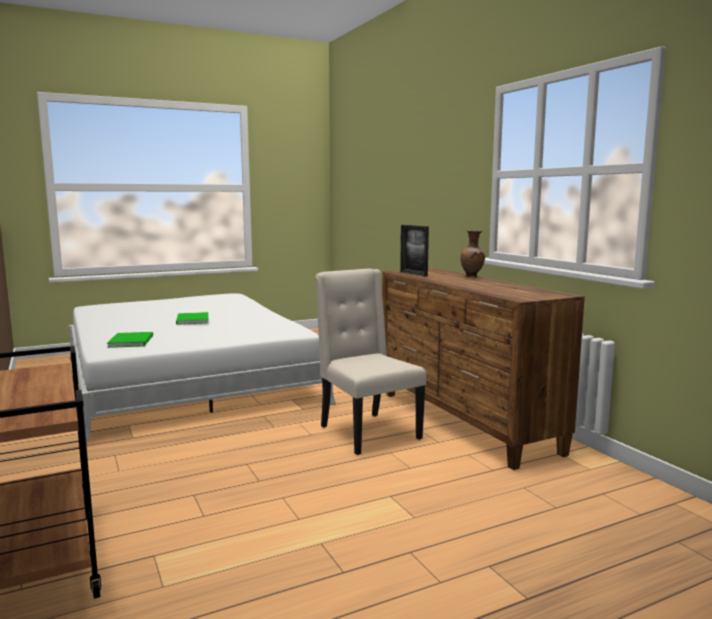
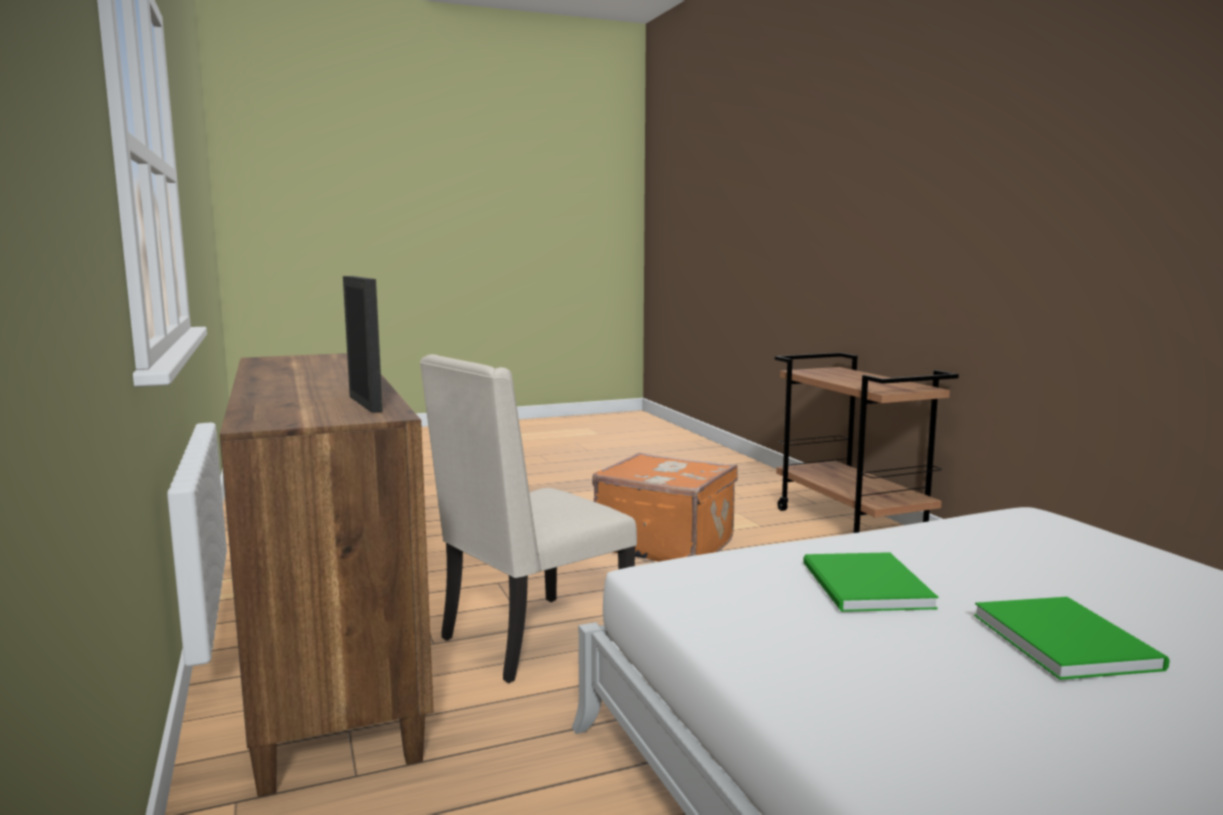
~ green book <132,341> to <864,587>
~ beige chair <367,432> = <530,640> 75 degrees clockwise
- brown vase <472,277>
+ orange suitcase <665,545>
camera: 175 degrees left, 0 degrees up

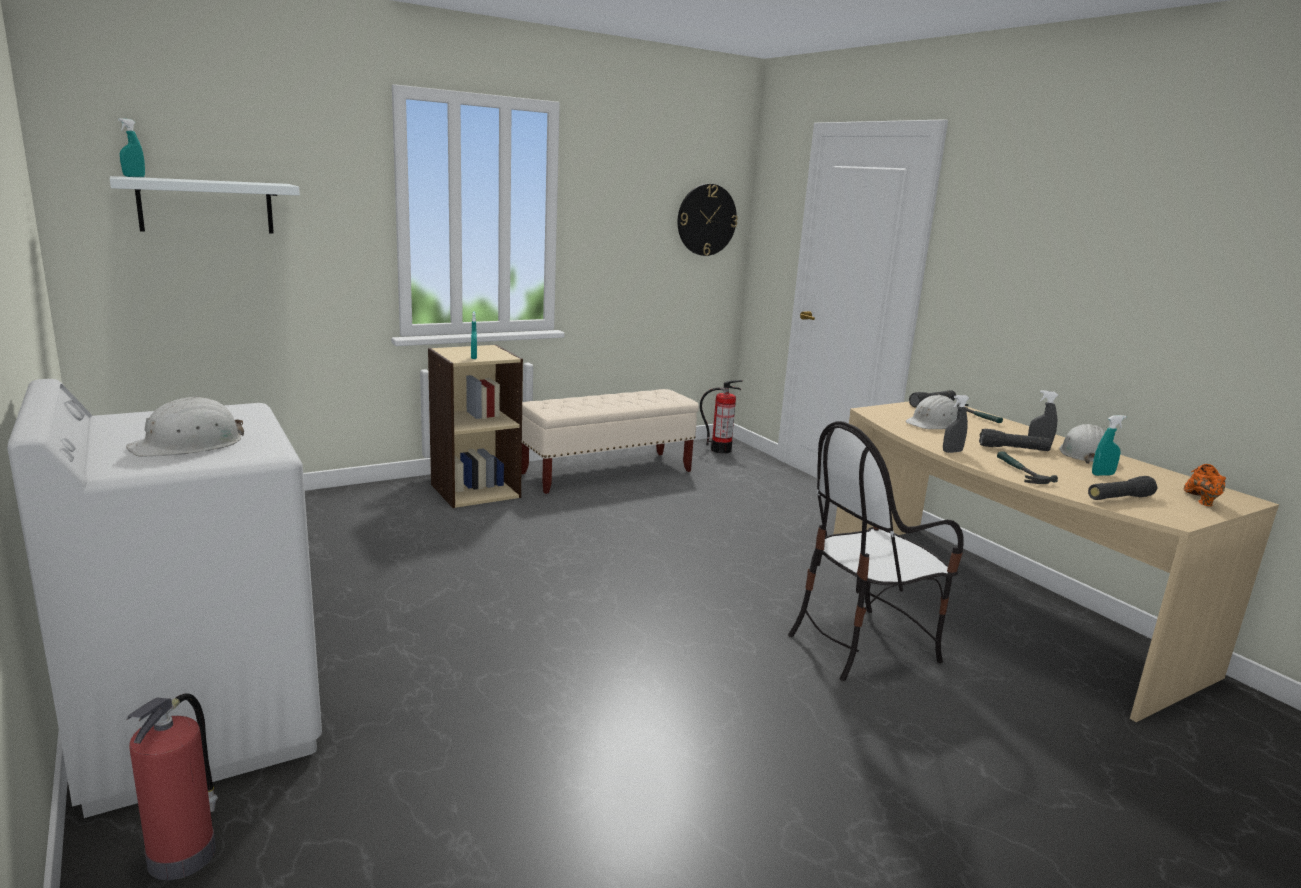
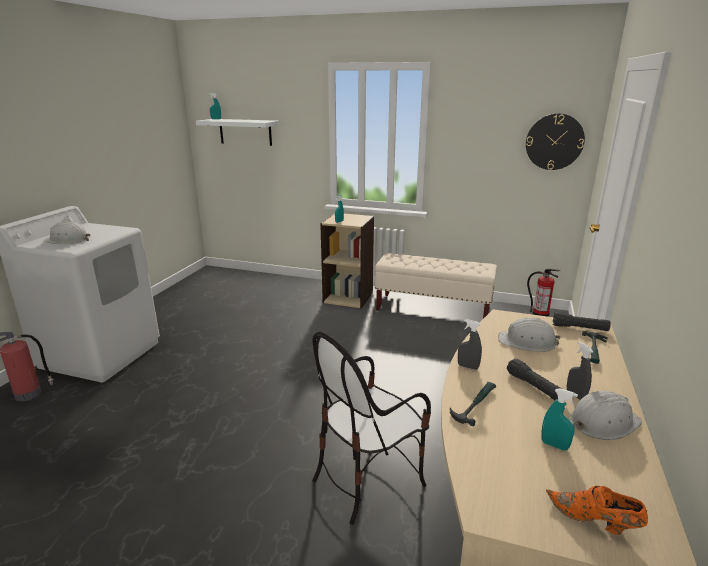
~ chair <862,645> = <367,479> 60 degrees counterclockwise
- black flashlight <1119,498>
~ orange shoe <1200,499> = <594,521> 120 degrees counterclockwise
camera: 50 degrees right, 5 degrees up

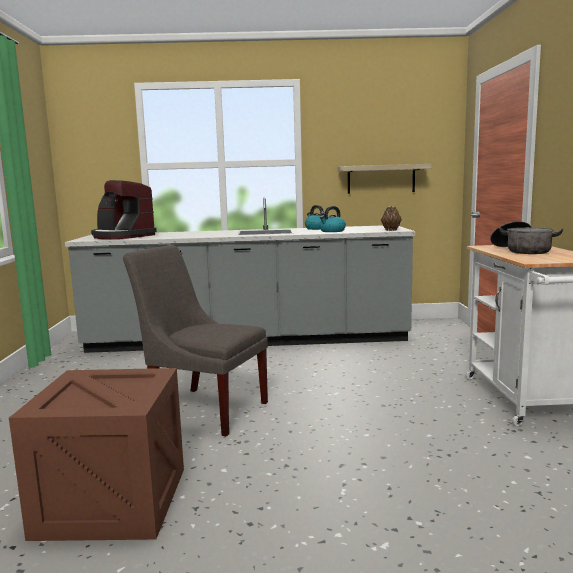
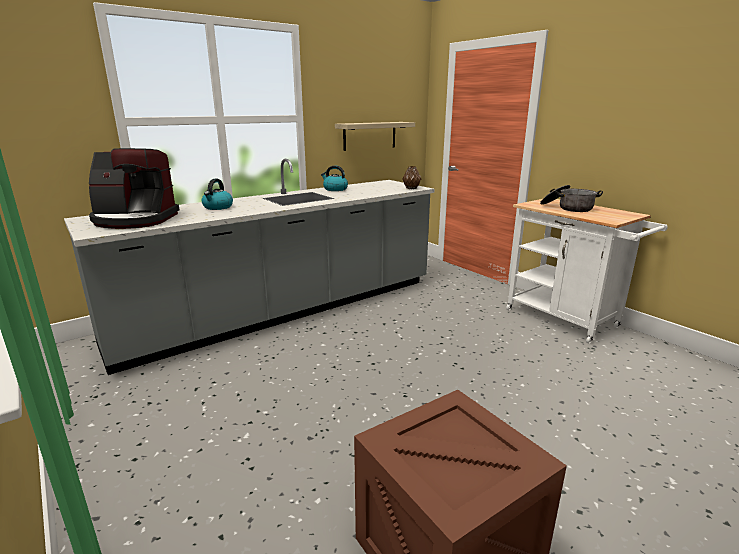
- grey chair <203,409>
~ kettle <332,231> to <218,207>
camera: 35 degrees left, 10 degrees up

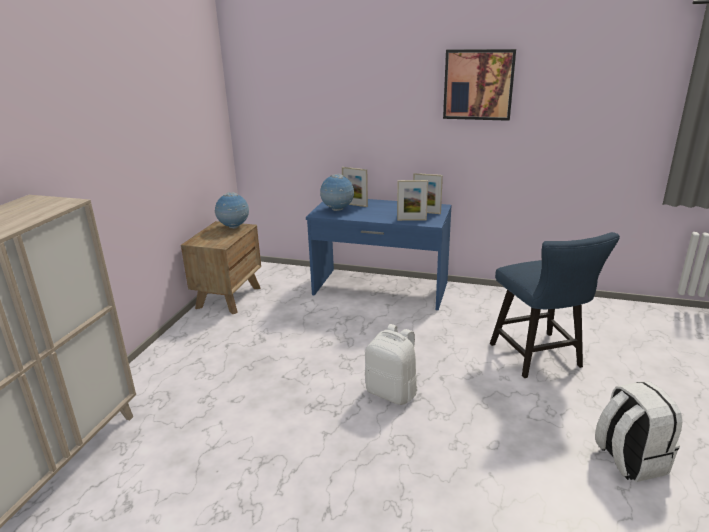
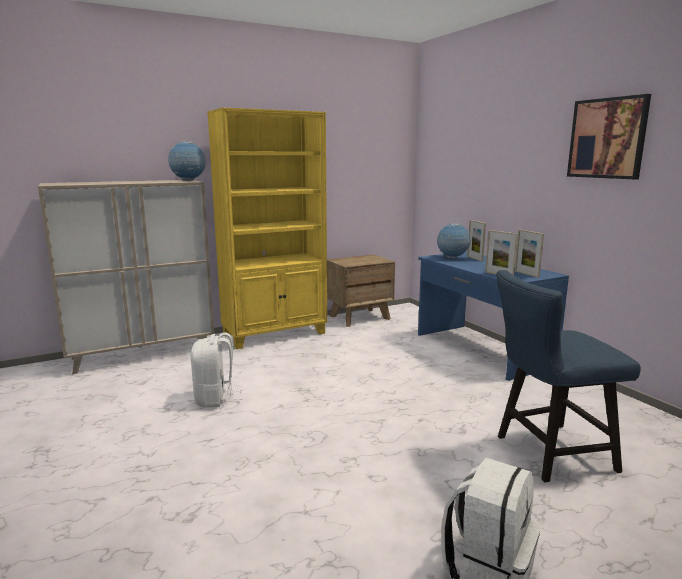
~ globe <234,227> to <188,181>
~ white backpack <392,392> to <215,398>
~ blue chair <539,358> = <547,453> 45 degrees clockwise
+ yellow bookcase <275,334>
camera: 45 degrees right, 10 degrees down

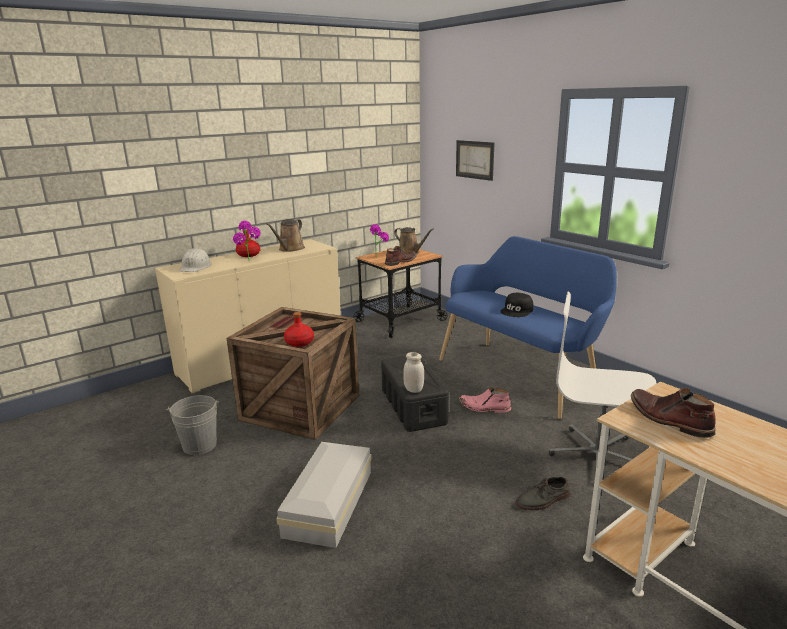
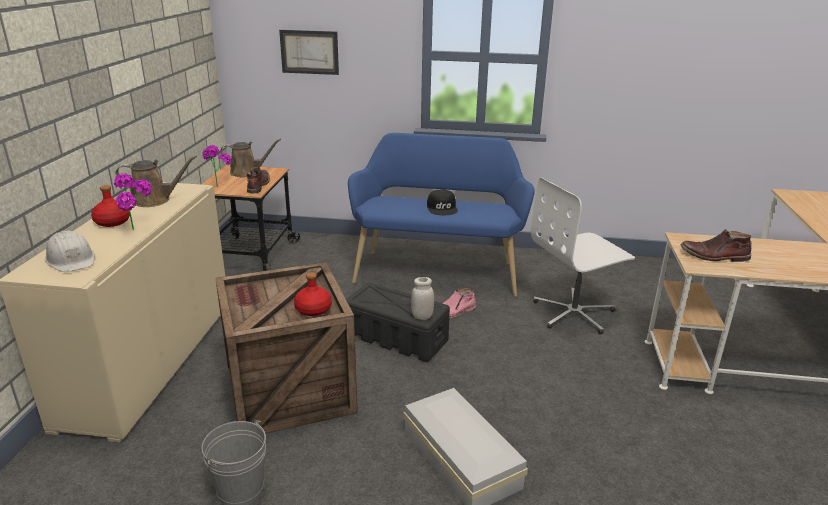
~ brown watering can <290,249> = <154,200> 75 degrees counterclockwise
- grey shoe <543,500>
camera: 45 degrees left, 5 degrees up

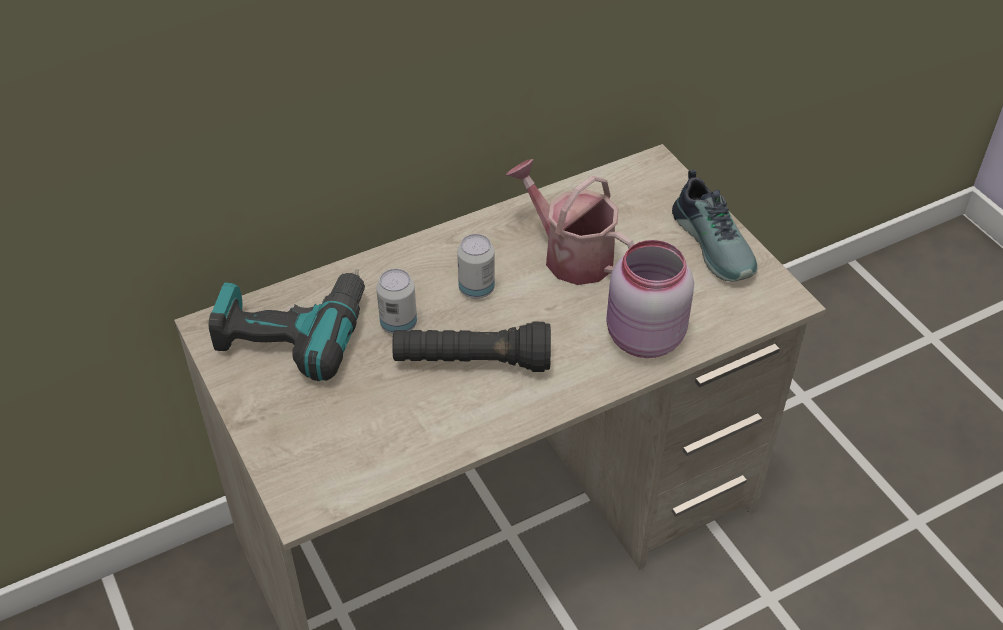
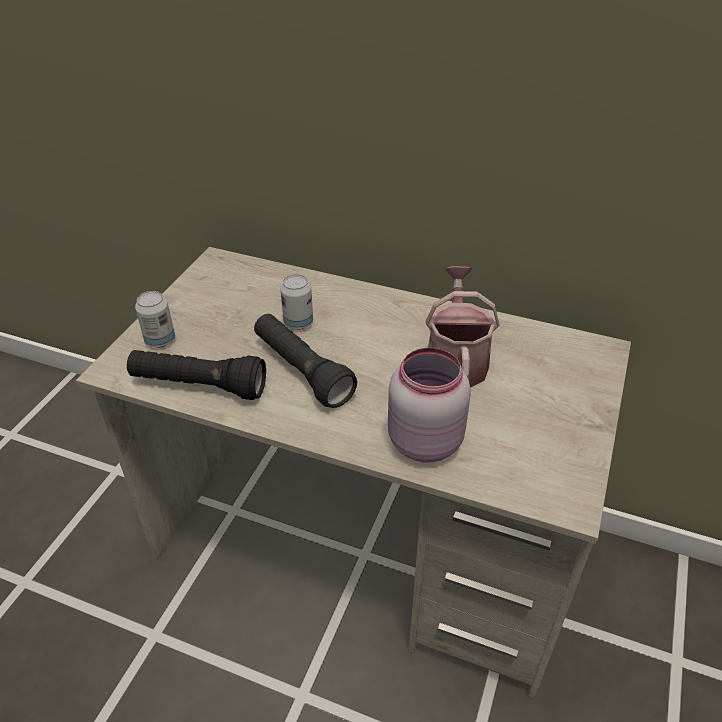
- power drill <292,331>
~ can <476,289> to <160,340>
- shoe <715,243>
+ black flashlight <198,386>
camera: 50 degrees right, 5 degrees down

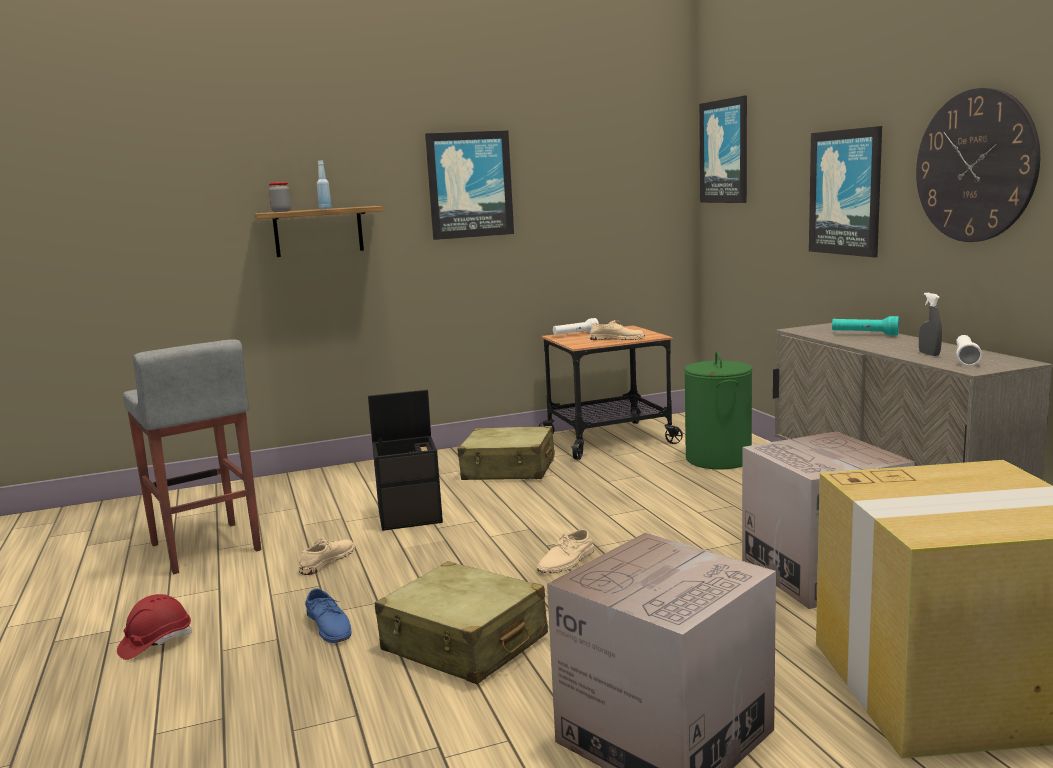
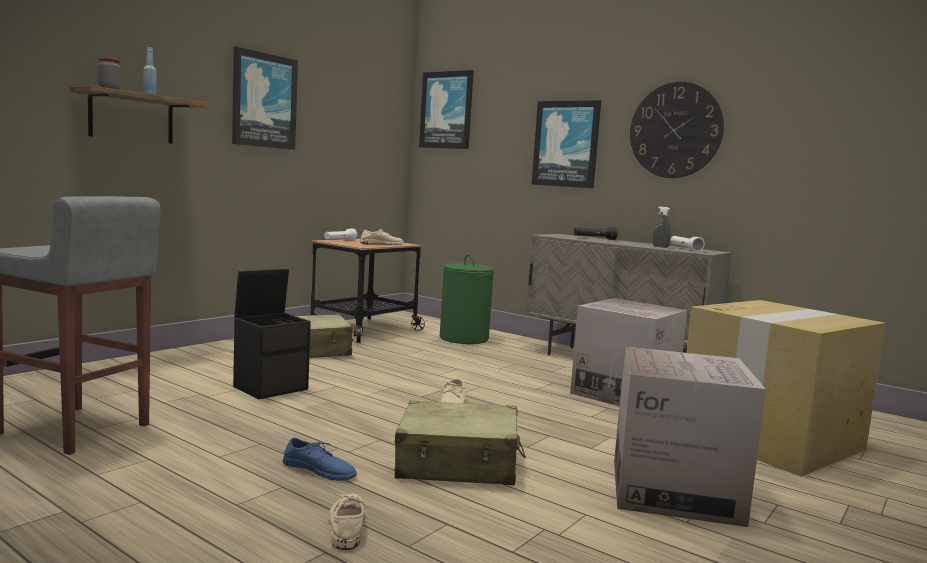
- red hard hat <155,643>
~ beige shoe <327,560> to <346,525>
~ turquoise flashlight <864,334> to black flashlight <594,238>
camera: 35 degrees left, 5 degrees down

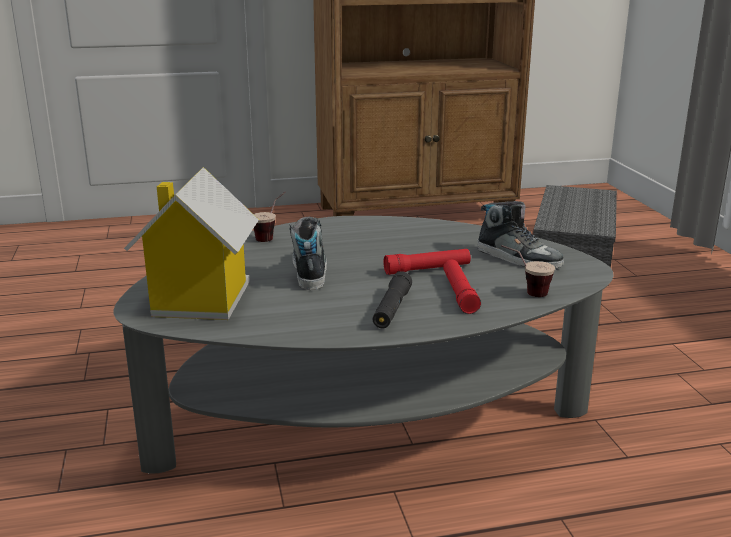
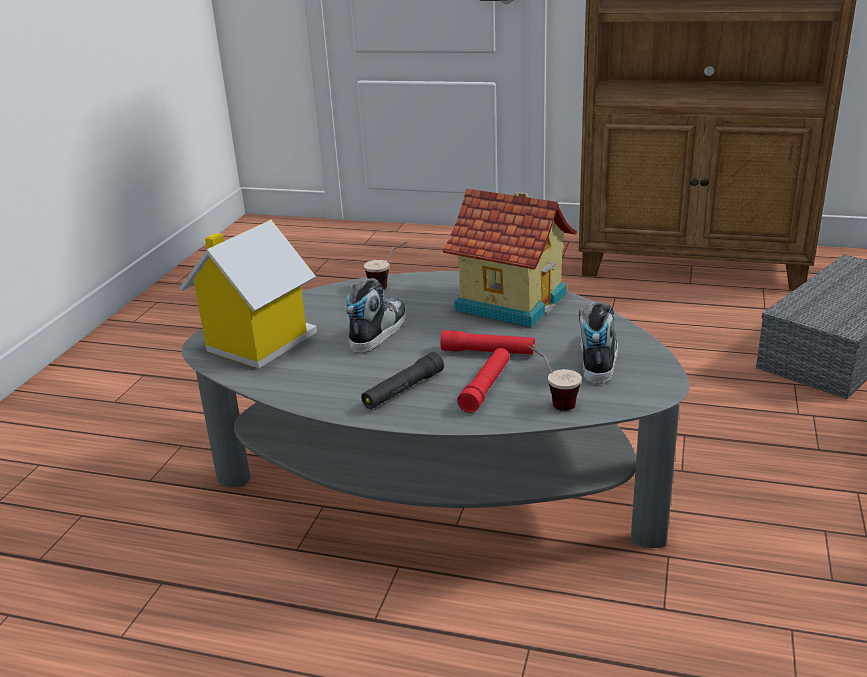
~ shoe <518,258> = <597,358> 150 degrees counterclockwise
+ toy house <512,300>
camera: 30 degrees right, 5 degrees up

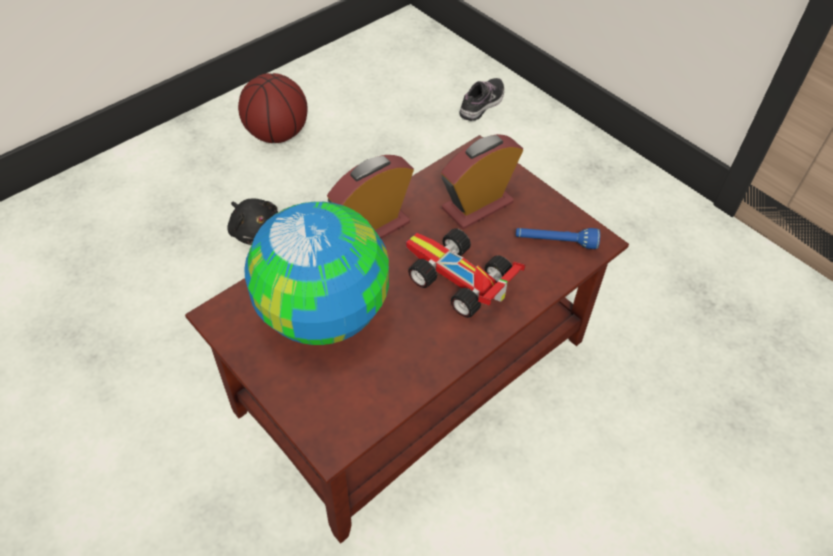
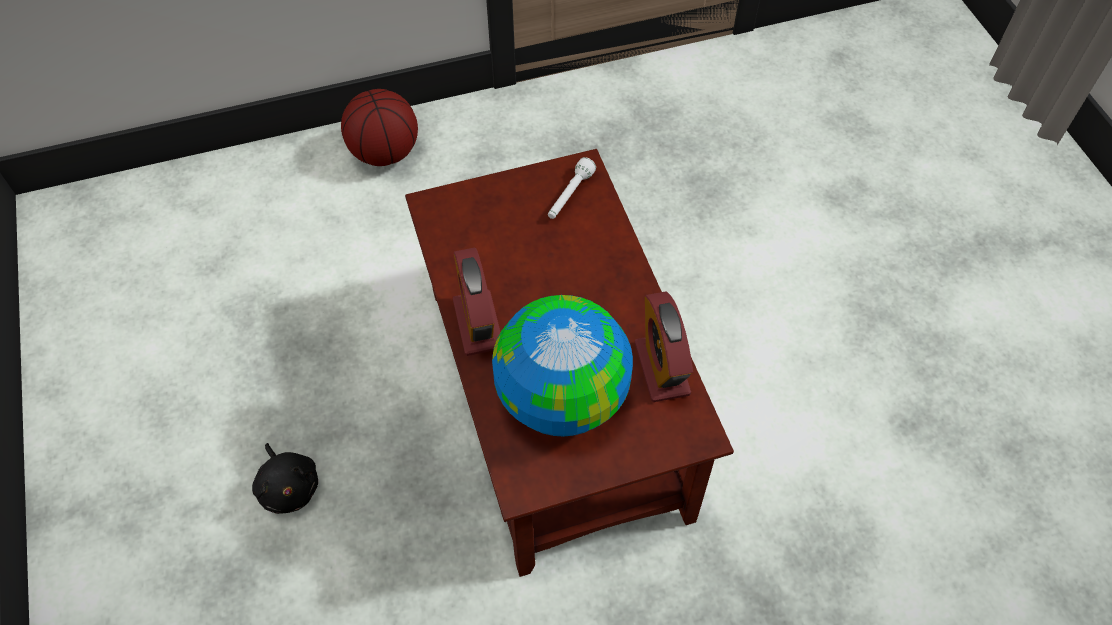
~ black plush toy <255,230> = <289,486> 75 degrees clockwise
~ basketball <278,134> to <385,152>
- toy car <457,280>
~ alarm clock <477,206> to <662,368>
- shoe <482,104>
~ blue flashlight <555,242> to white flashlight <569,196>
camera: 65 degrees left, 5 degrees up

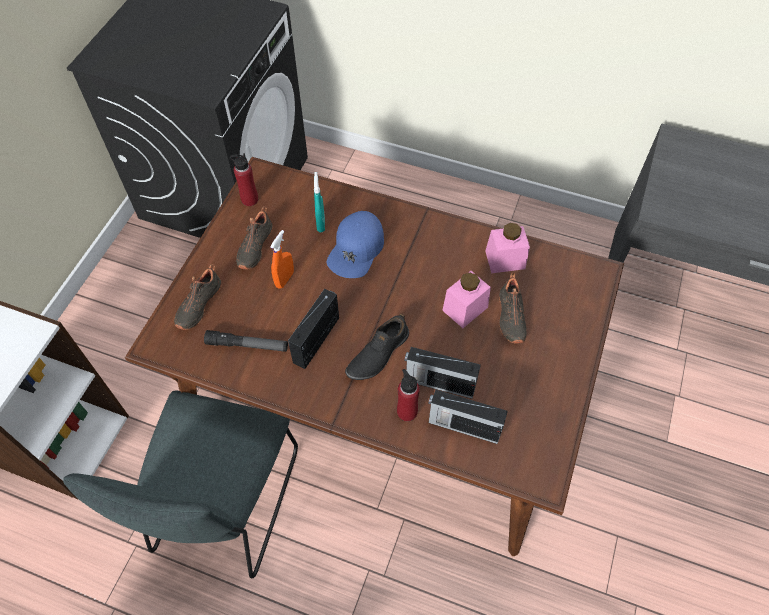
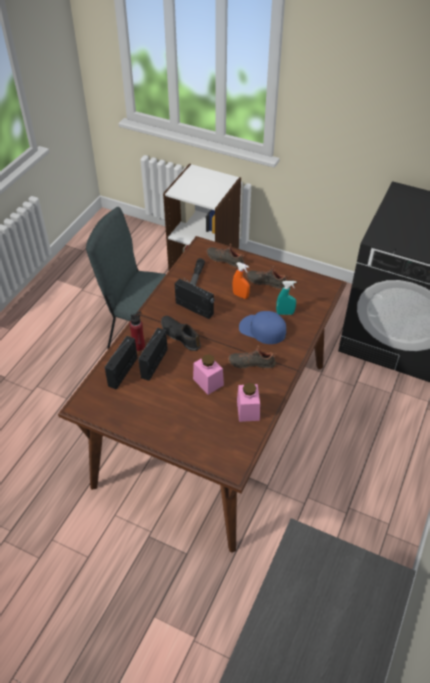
- red bottle <249,199>
~ black shoe <510,317> to <251,363>
camera: 95 degrees right, 10 degrees down

